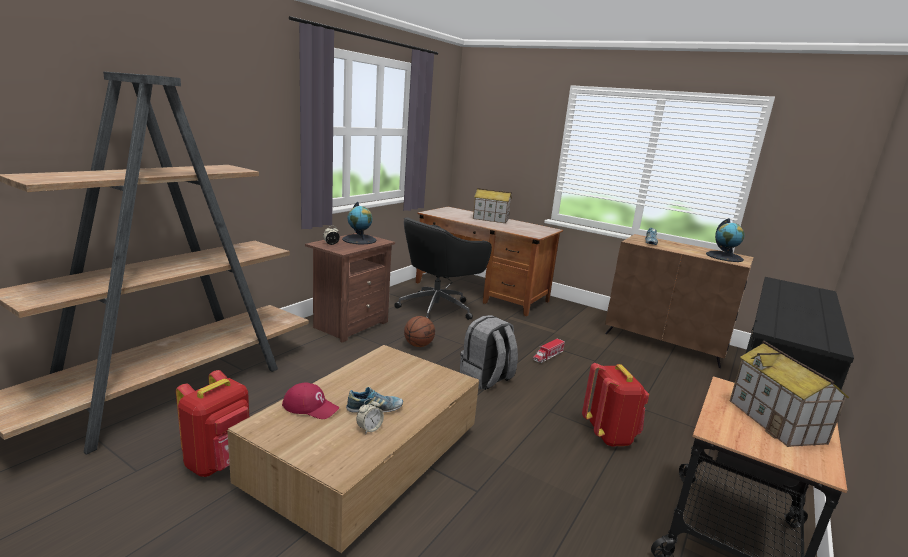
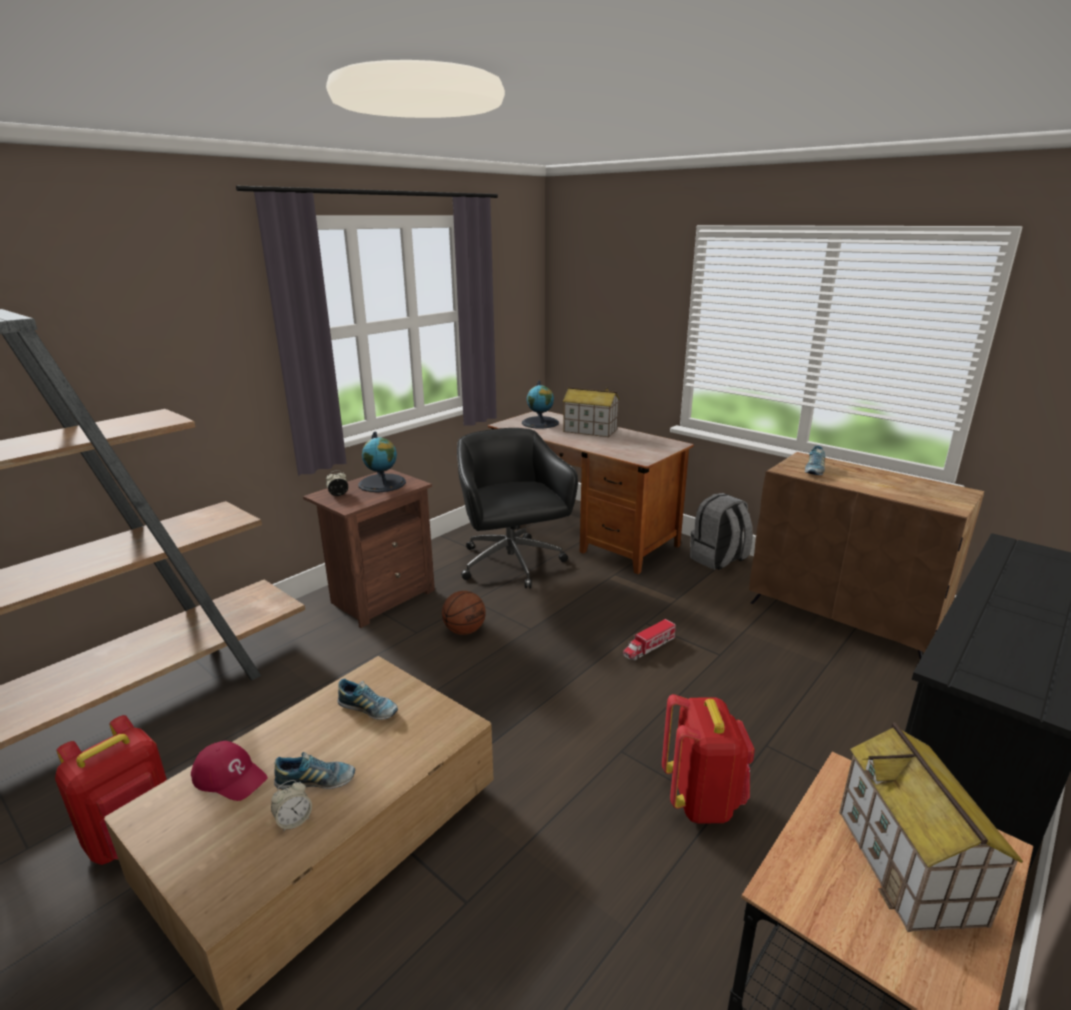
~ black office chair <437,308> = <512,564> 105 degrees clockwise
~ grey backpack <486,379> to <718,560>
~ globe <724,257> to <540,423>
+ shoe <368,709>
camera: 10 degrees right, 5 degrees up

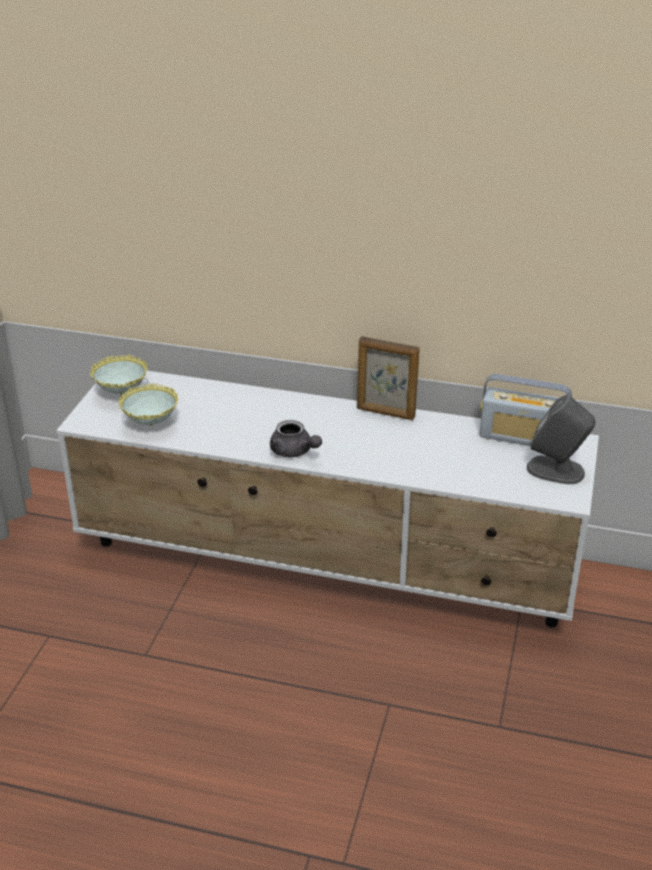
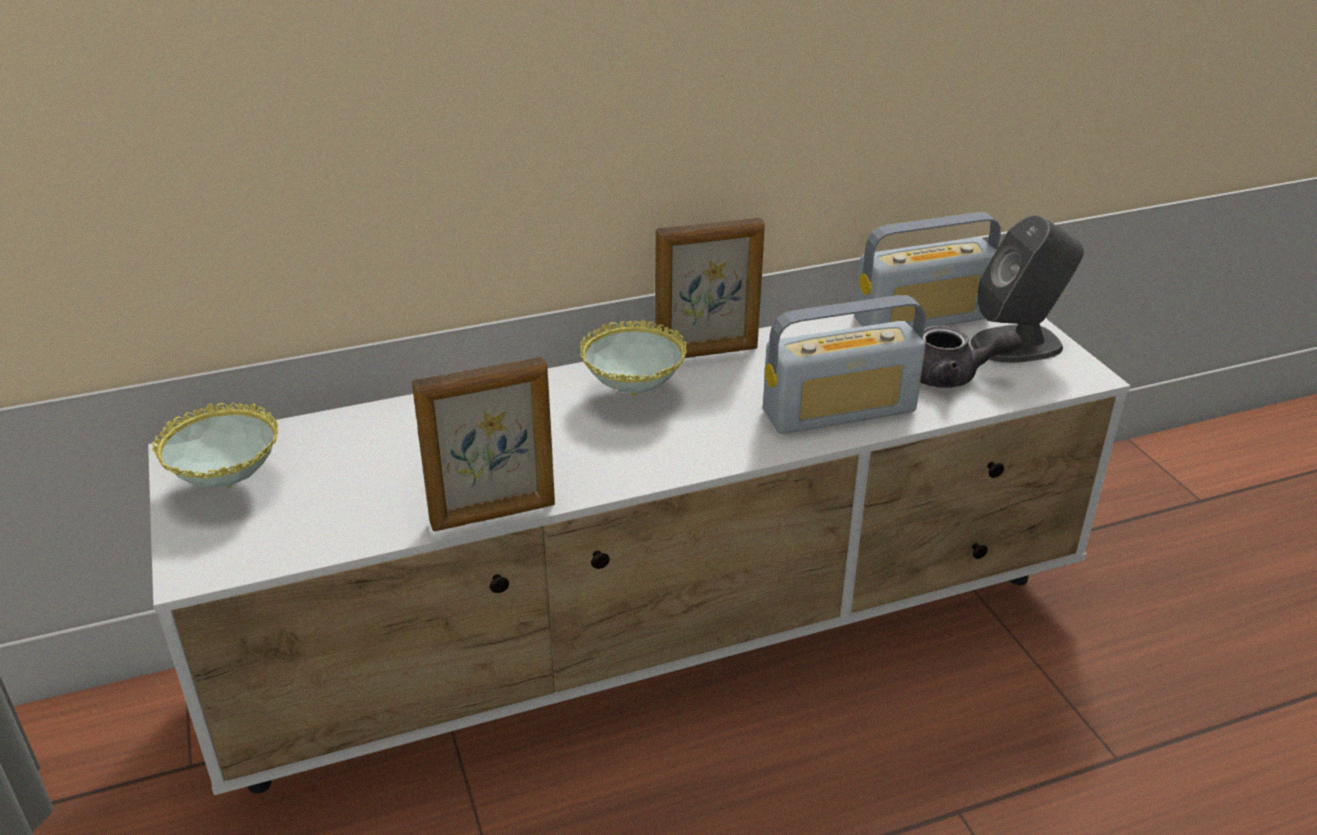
~ bowl <151,426> to <634,395>
~ grey teapot <294,452> to <951,377>
+ picture frame <494,515>
+ radio <839,411>
camera: 35 degrees left, 0 degrees up

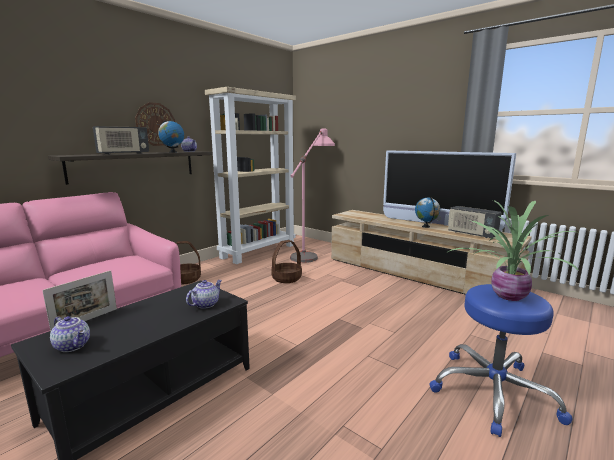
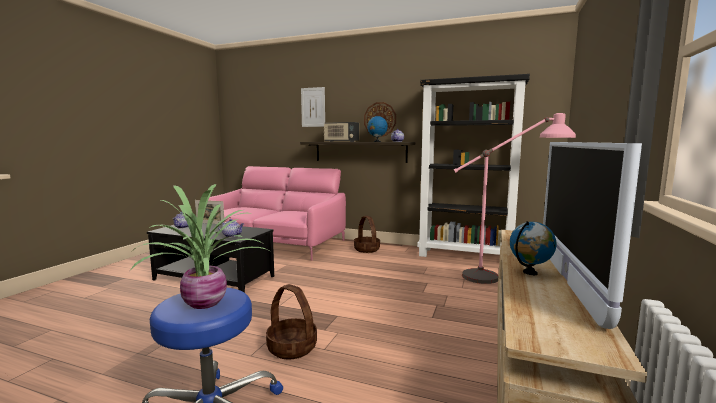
~ beige bookcase <258,251> to black bookcase <465,256>
~ basket <286,278> to <292,347>
- radio <471,234>
+ picture <313,107>
camera: 70 degrees right, 5 degrees down

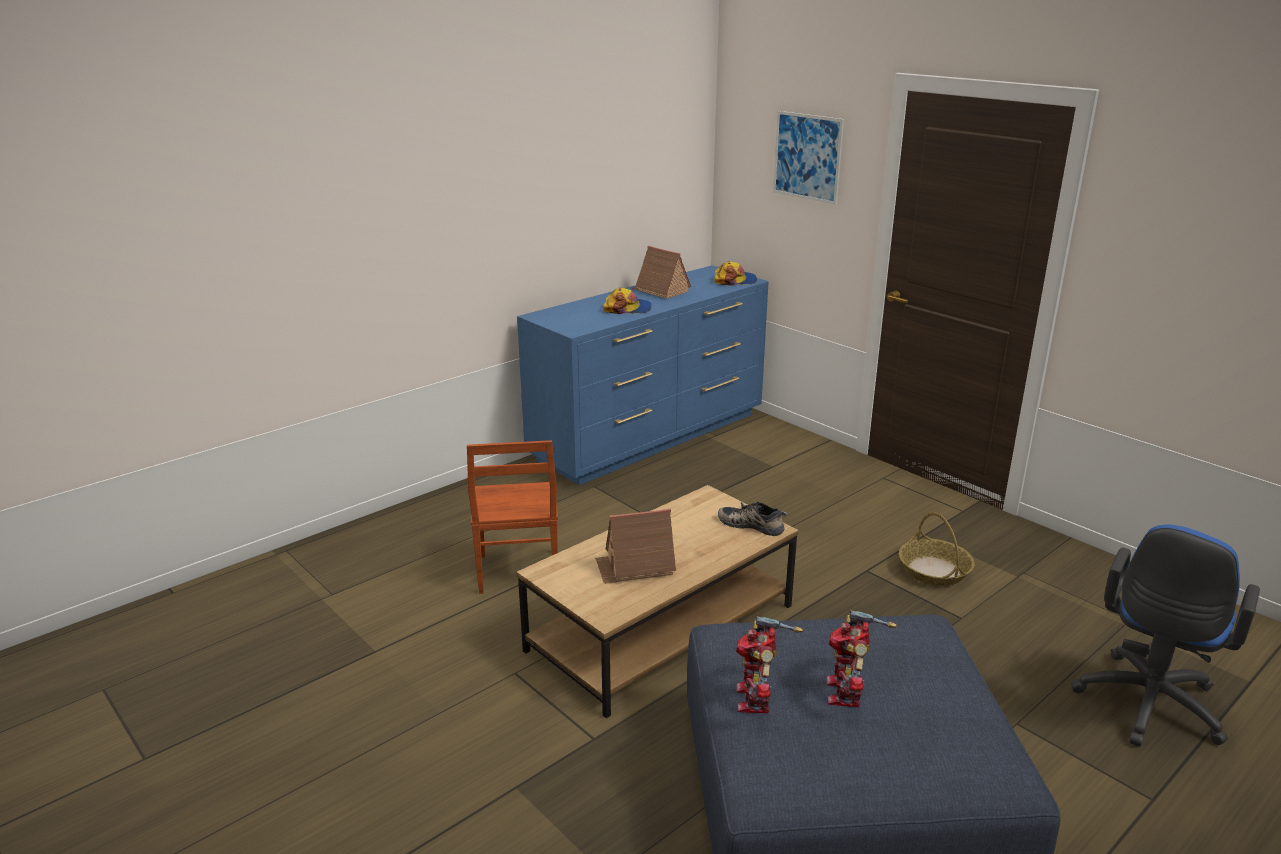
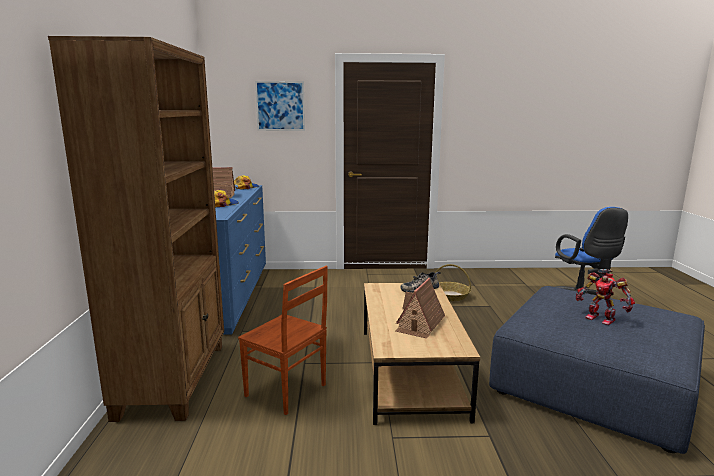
- toy robot <756,699>
+ brown bookcase <175,378>
camera: 50 degrees left, 10 degrees down

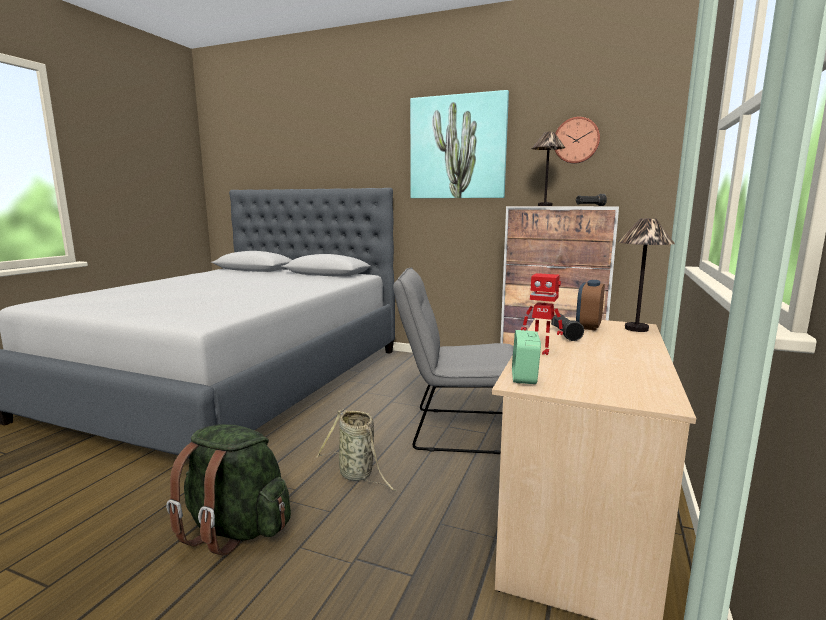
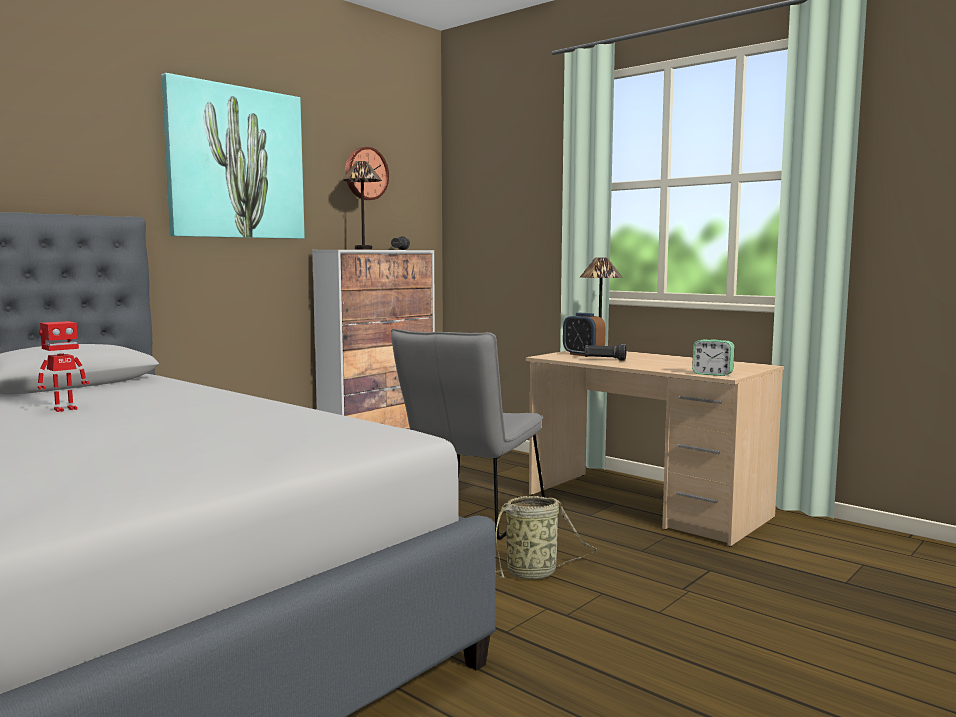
- green backpack <235,529>
~ toy robot <540,351> to <64,409>
camera: 70 degrees left, 5 degrees down

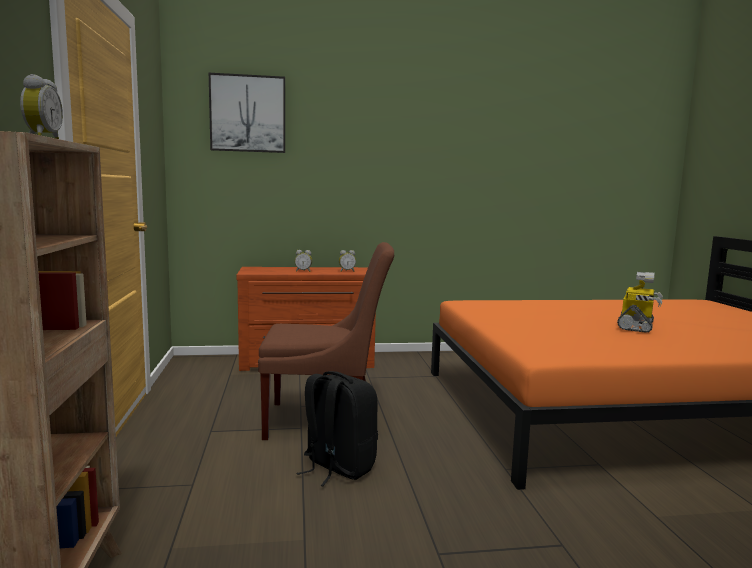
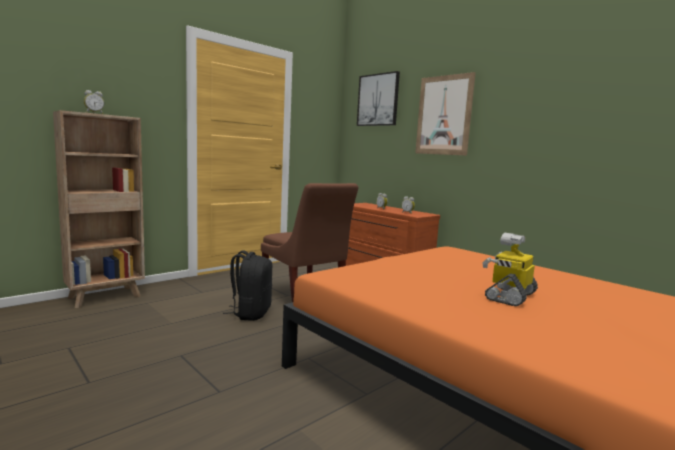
~ toy robot <636,326> = <509,296> 135 degrees clockwise
+ picture <444,115>
camera: 55 degrees right, 0 degrees up

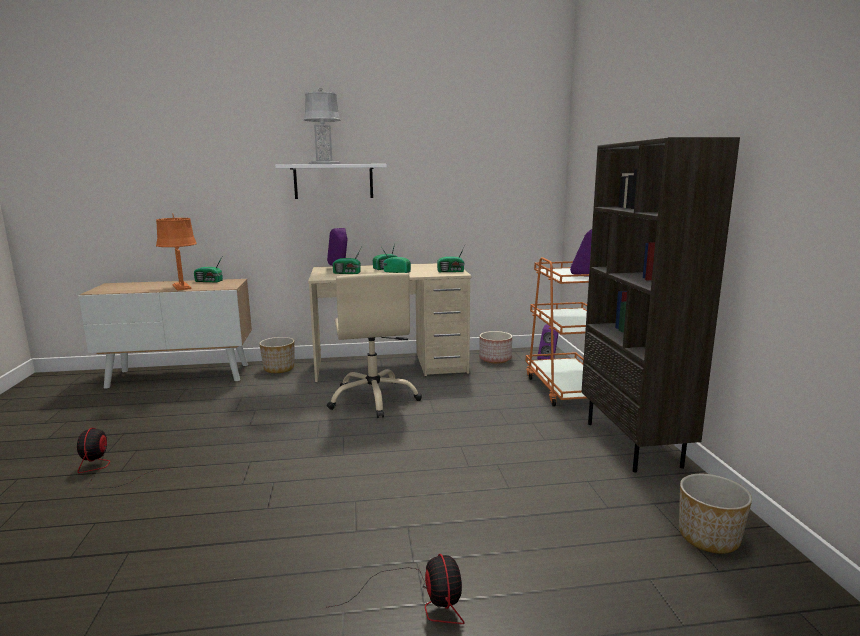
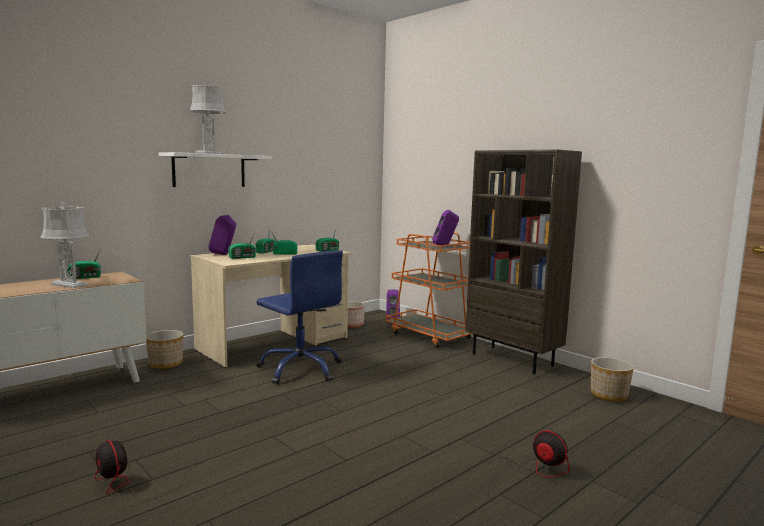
~ orange table lamp <181,287> to grey table lamp <68,285>
~ beige office chair <374,398> to blue office chair <301,369>
camera: 35 degrees left, 5 degrees down

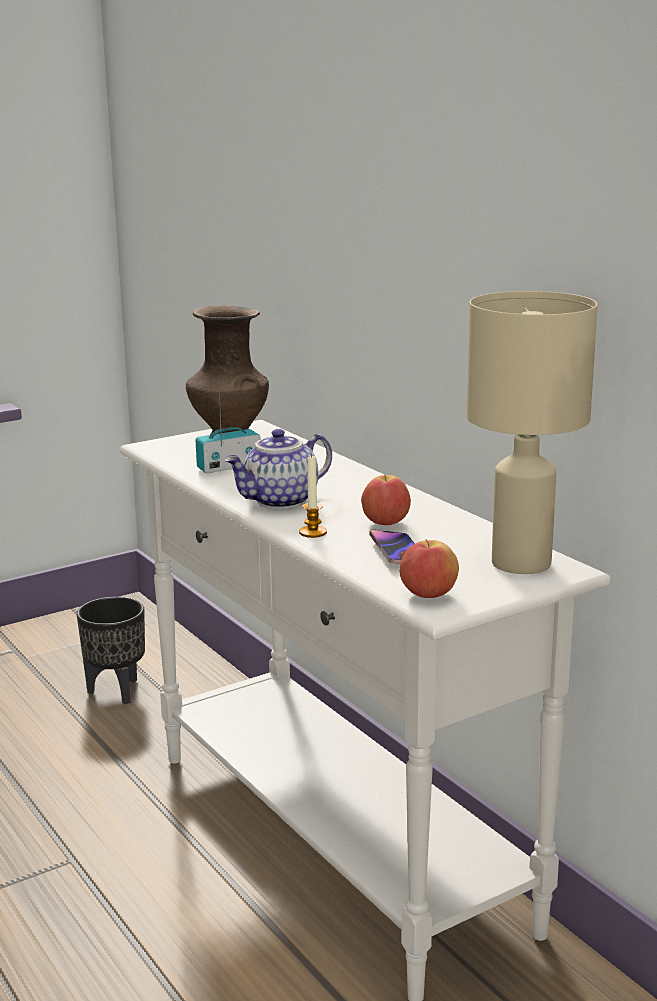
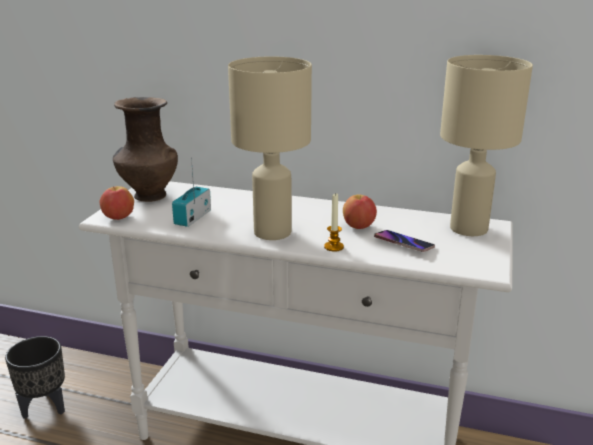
~ teapot <281,501> to beige table lamp <273,232>
~ apple <428,594> to <118,217>
camera: 40 degrees left, 5 degrees up

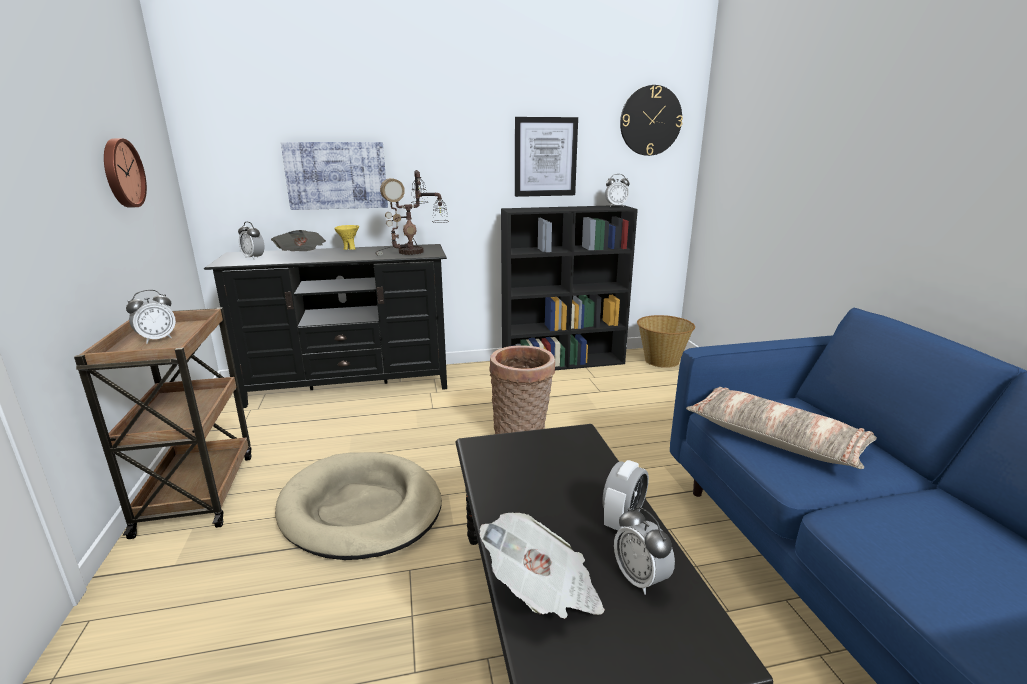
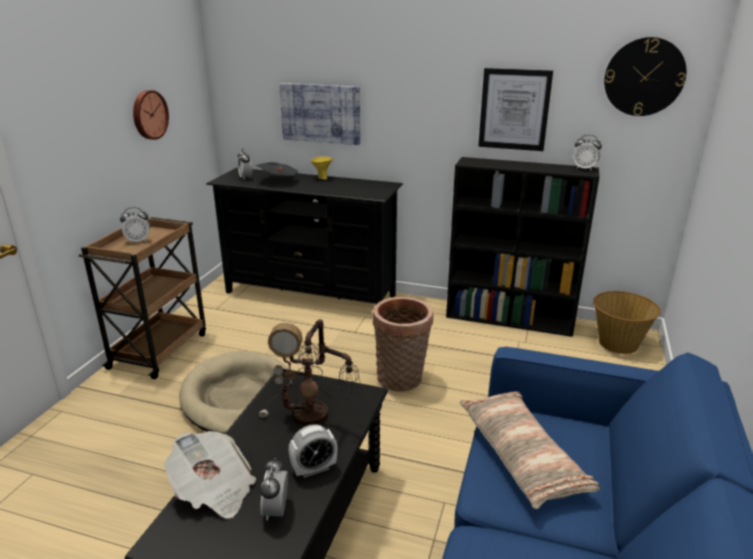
~ table lamp <413,252> to <312,416>
camera: 30 degrees right, 5 degrees up

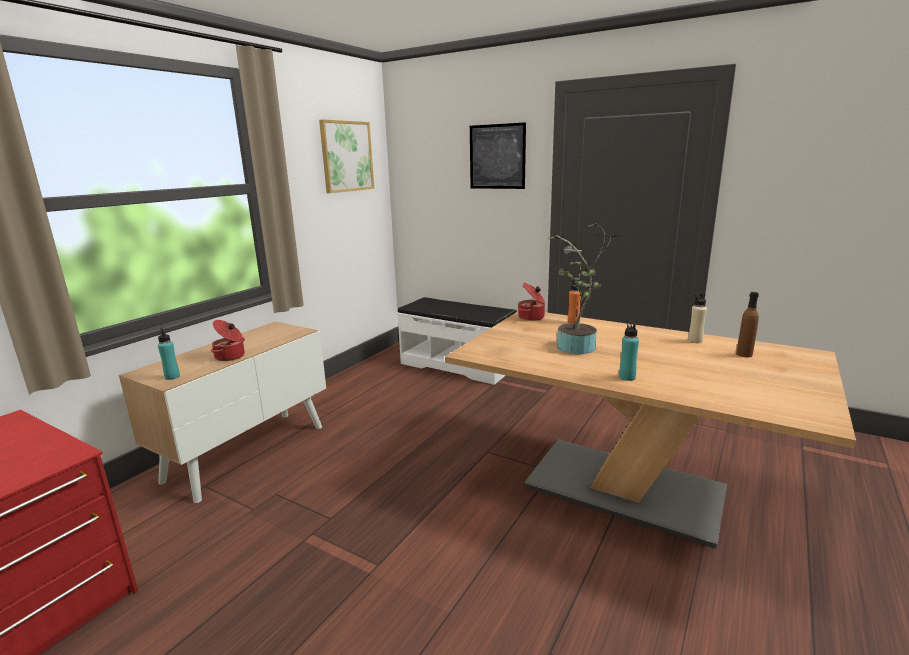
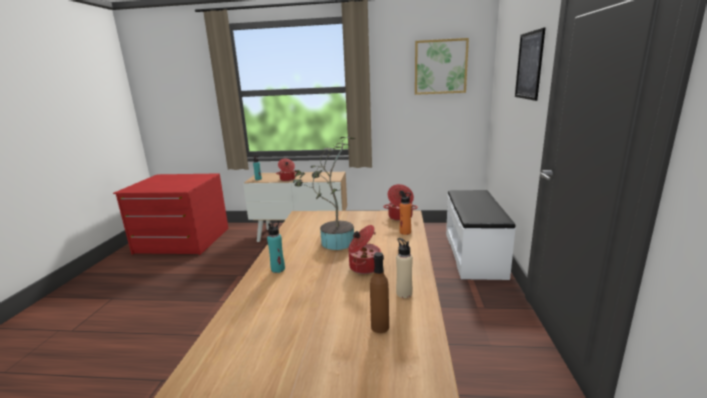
+ cooking pot <364,267>
camera: 65 degrees right, 0 degrees up

